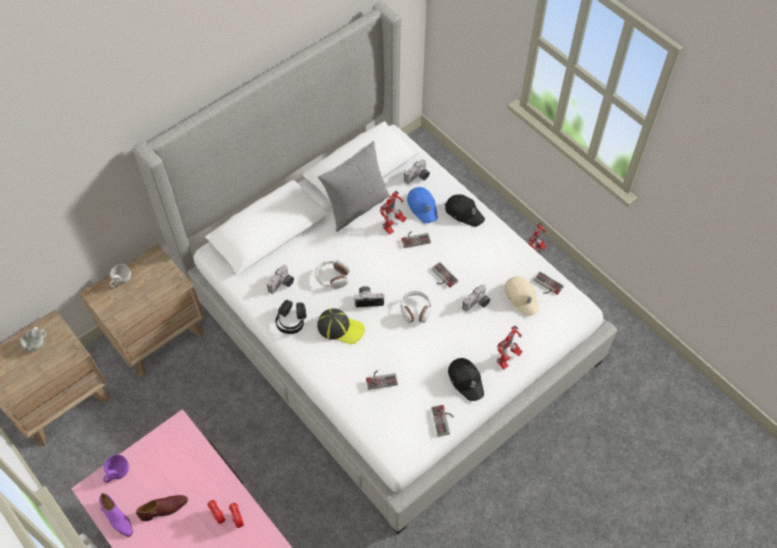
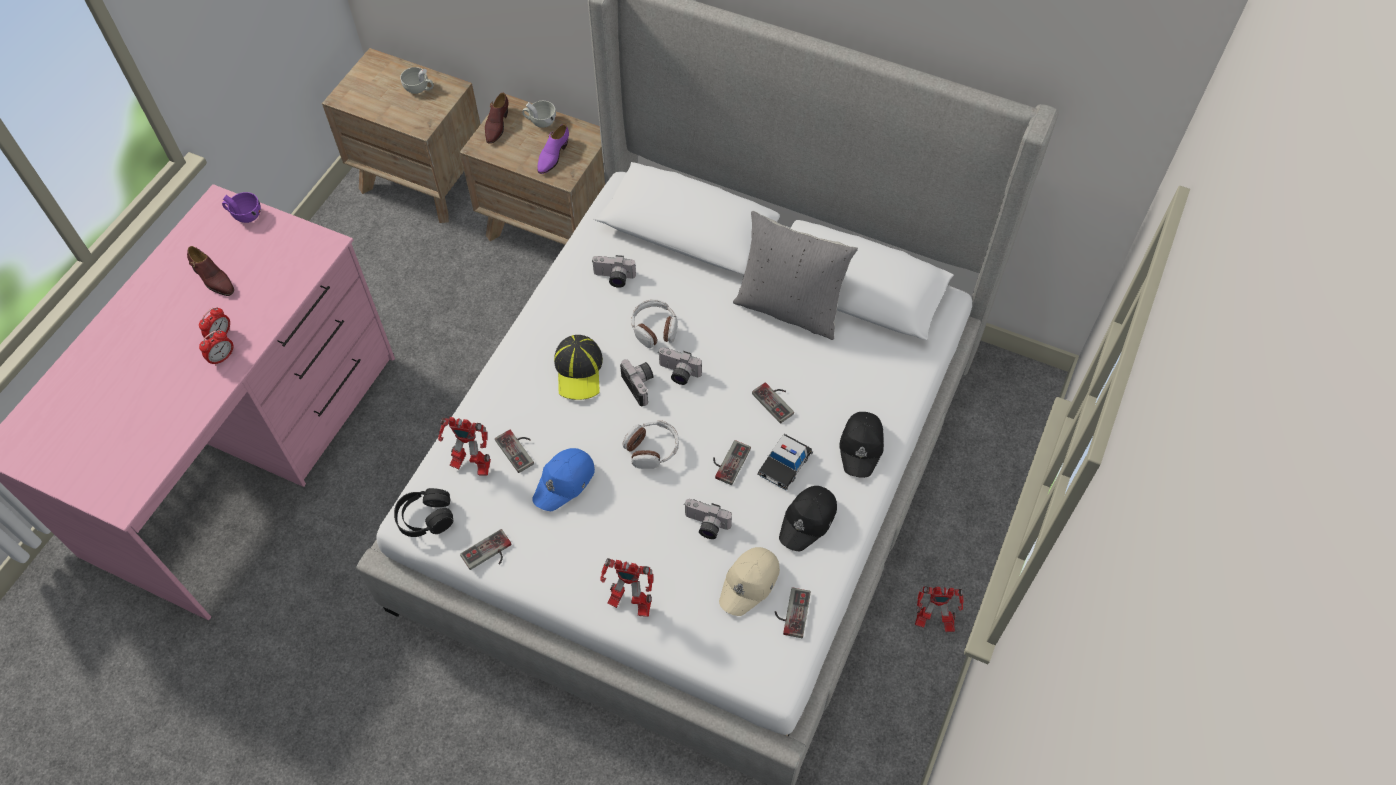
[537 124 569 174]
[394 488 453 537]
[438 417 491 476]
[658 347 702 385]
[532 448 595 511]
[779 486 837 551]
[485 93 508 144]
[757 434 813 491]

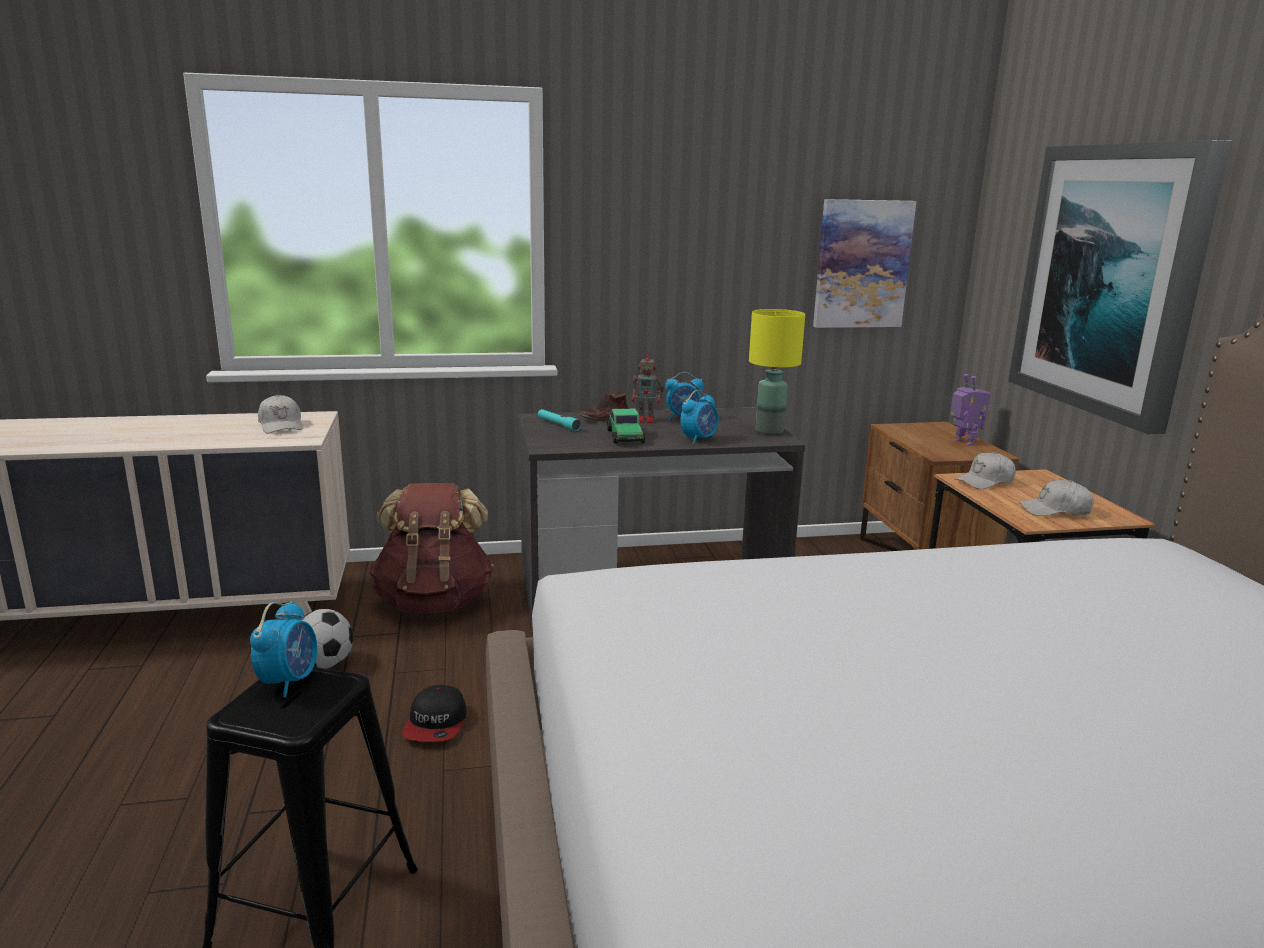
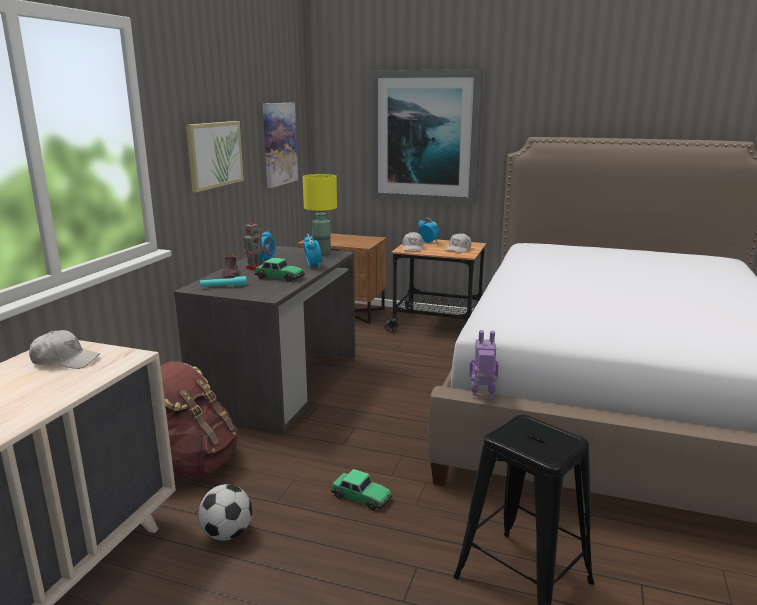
[418 218 439 243]
[331 469 392 511]
[469 330 499 400]
[186 121 244 192]

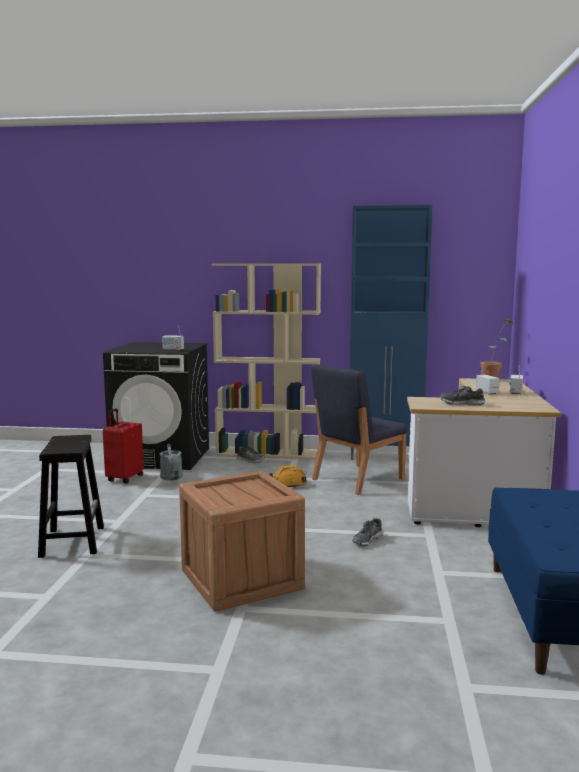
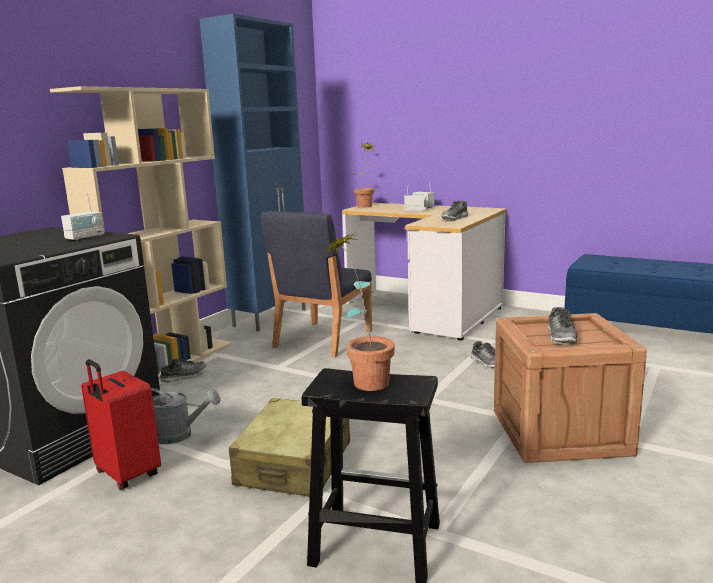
[269 465 307 488] (first image)
[261 211 372 357]
[229 398 350 497]
[323 232 395 391]
[547 307 578 345]

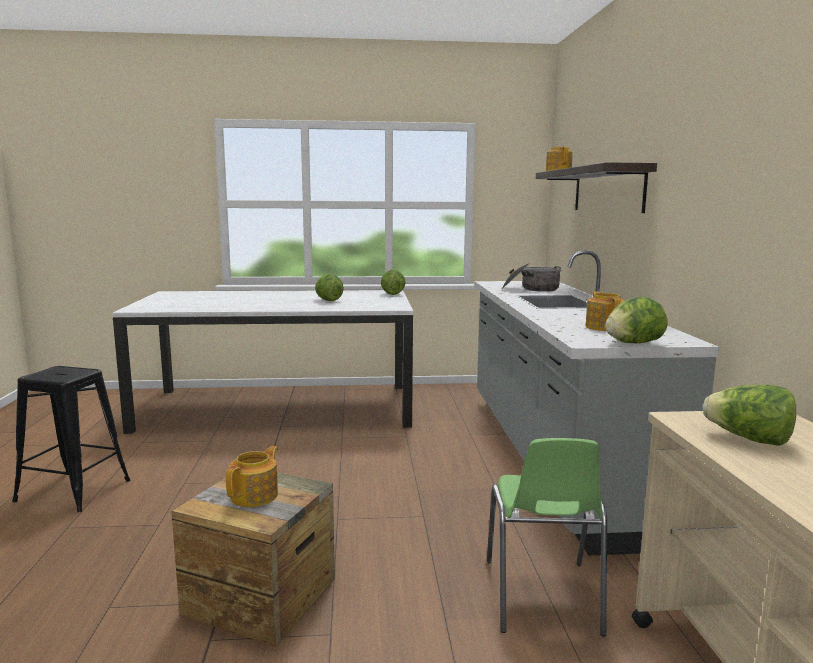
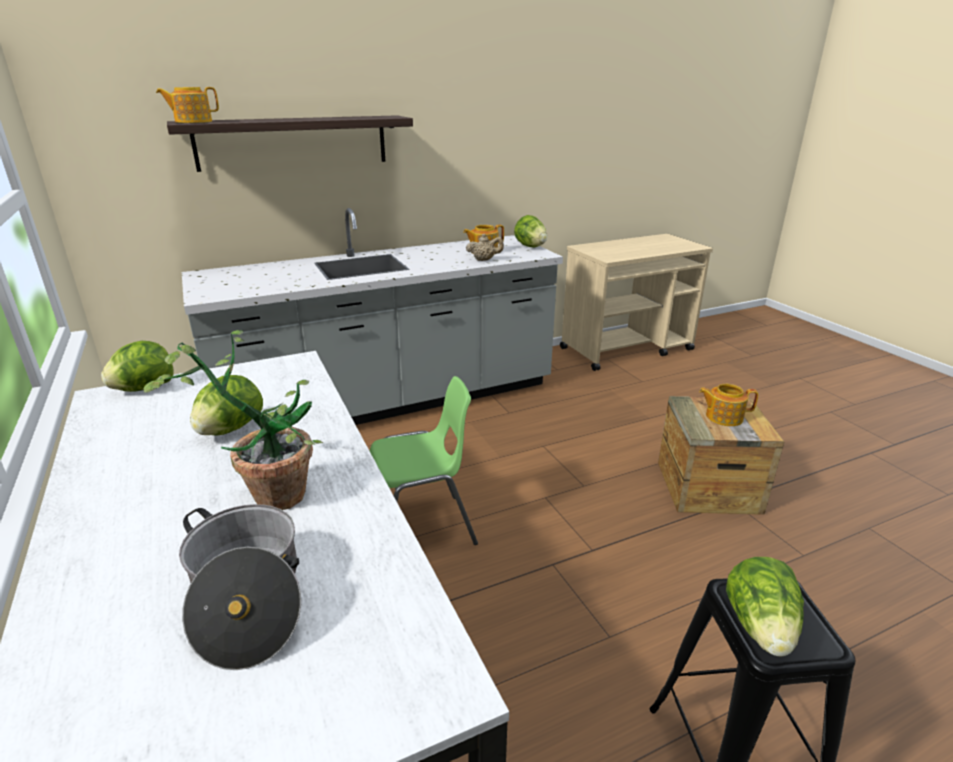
[370 376 478 545]
[179 504 301 670]
[726 557 804 656]
[143 330 323 510]
[466 234 504 261]

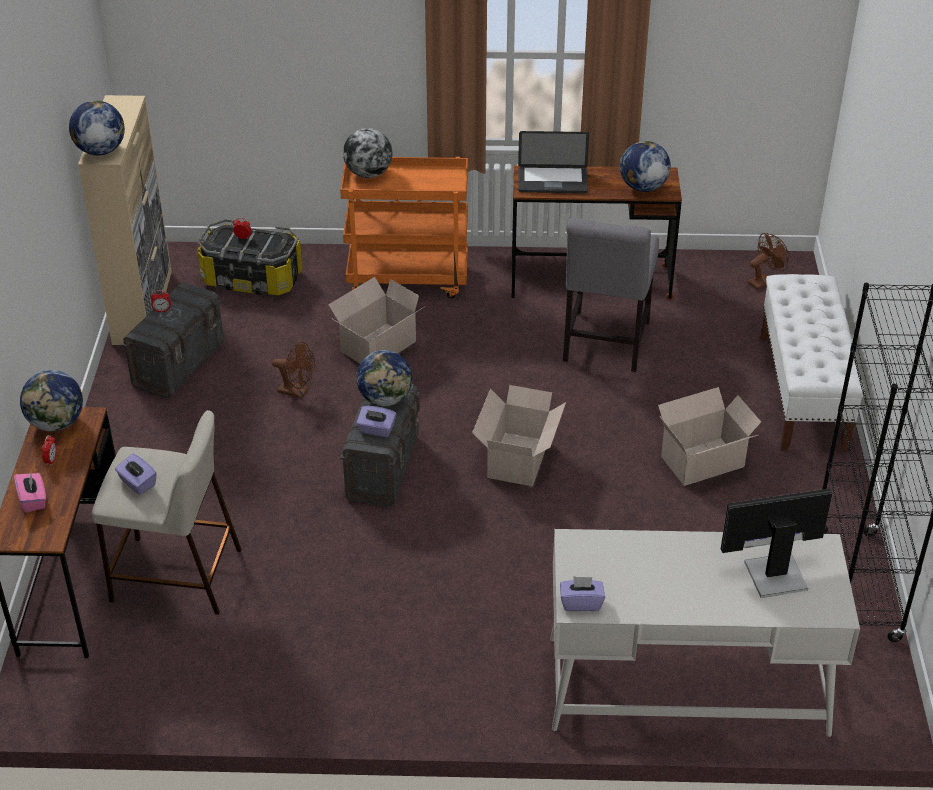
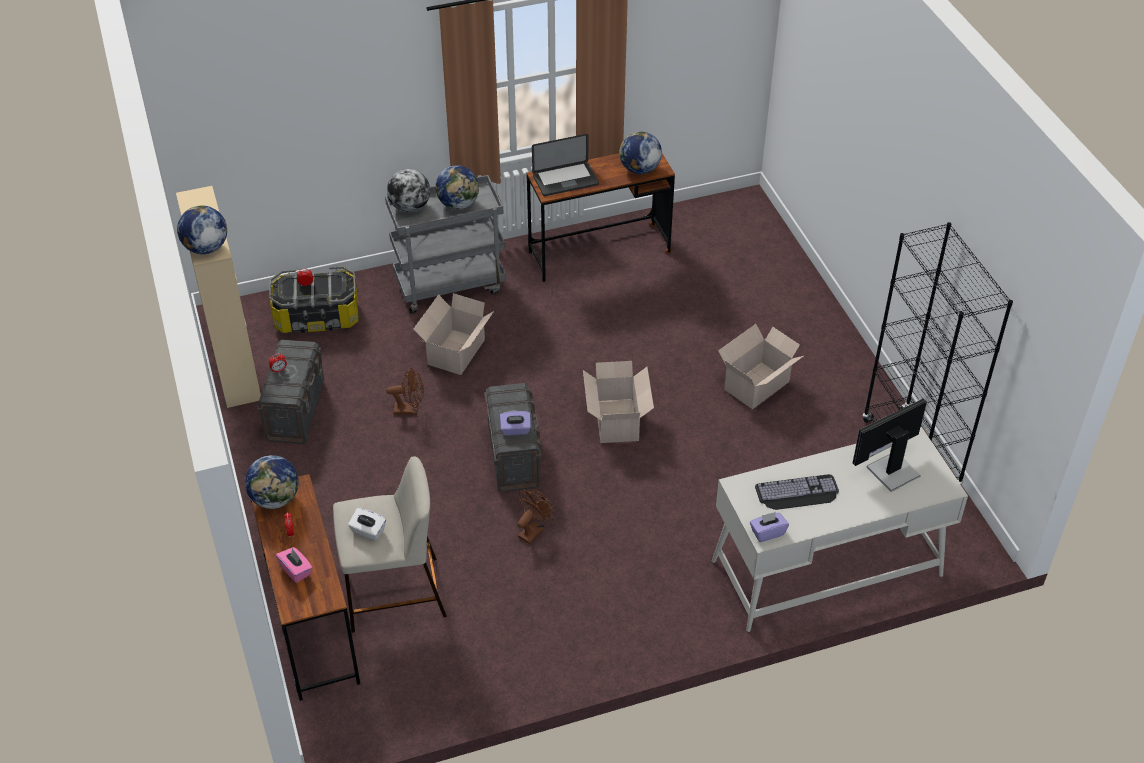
[348 508 386 541]
[385 175 506 314]
[436 165 479 209]
[563 218 659 372] (first image)
[518 490 555 544]
[760 274 865 452] (first image)
[755 474 839 510]

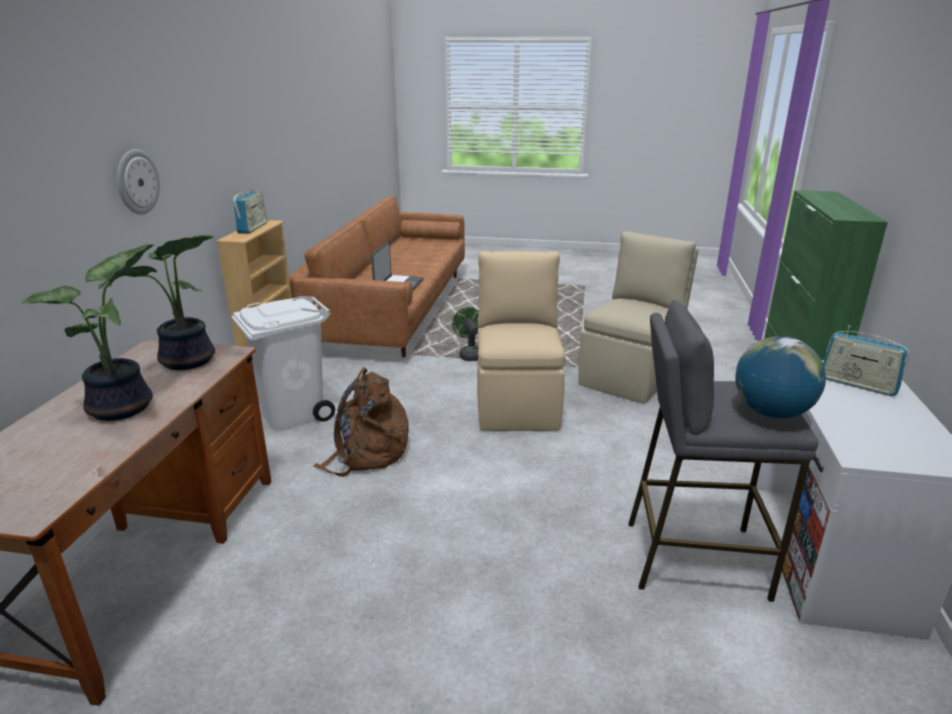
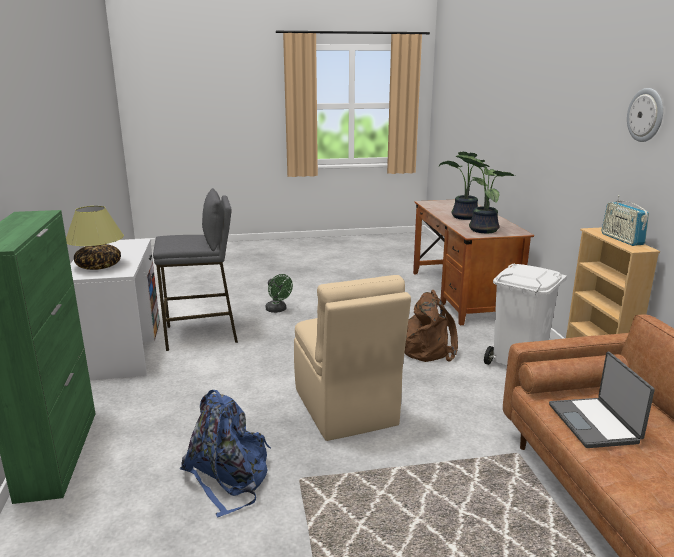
[627 88 663 142]
[266 274 293 313]
[180 390 271 517]
[735 336 826 418] (first image)
[66 206 124 270]

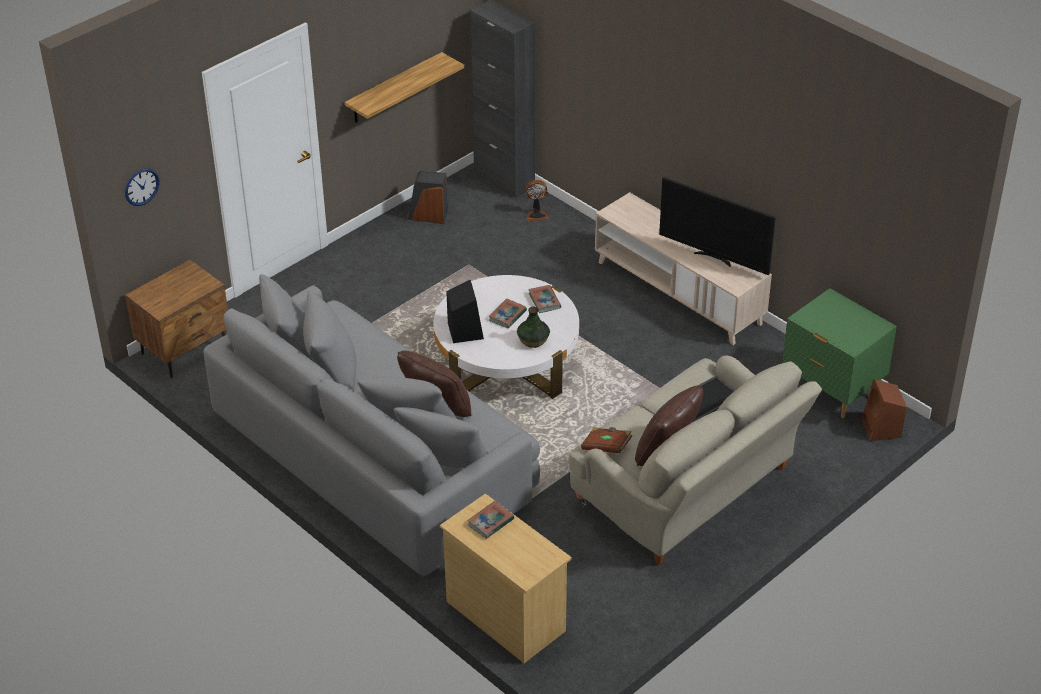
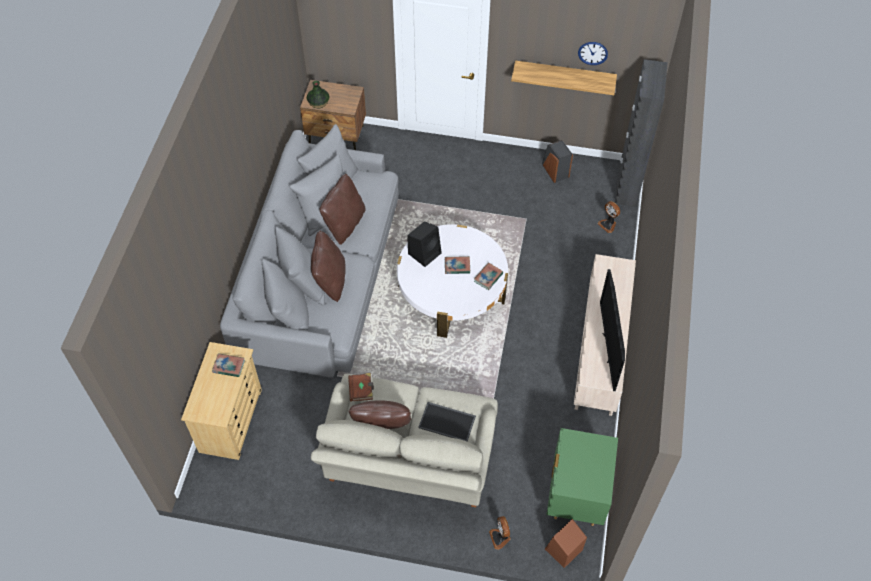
[578 42 608 65]
[307 81 330 109]
[320 174 366 245]
[489 516 511 550]

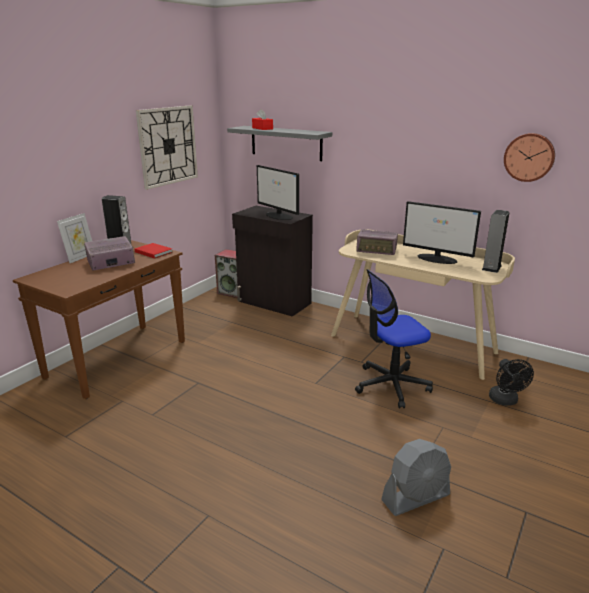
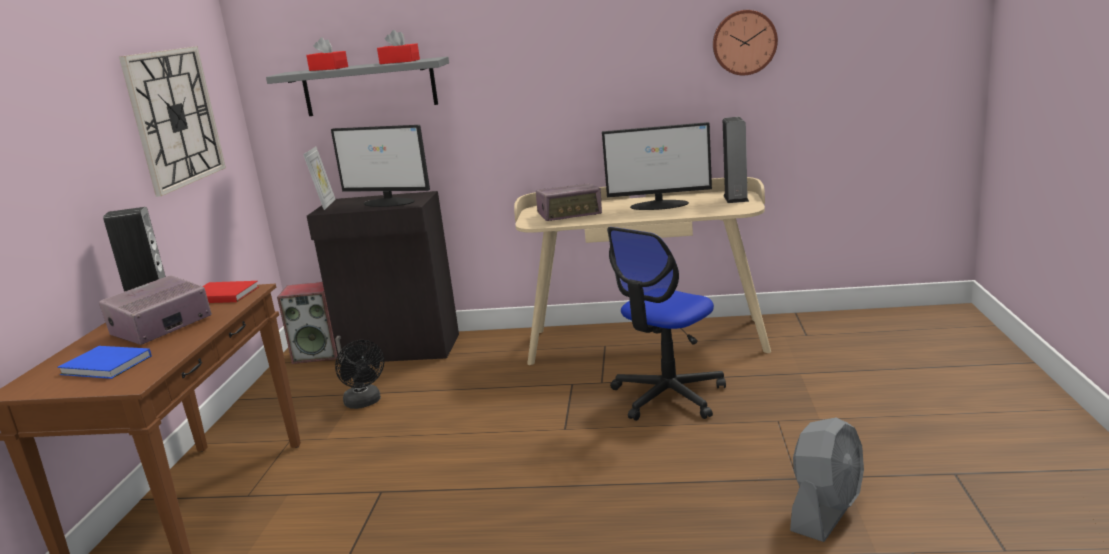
[303 146 335 210]
[335 340 384 409]
[57 346 152 379]
[377 30 420 64]

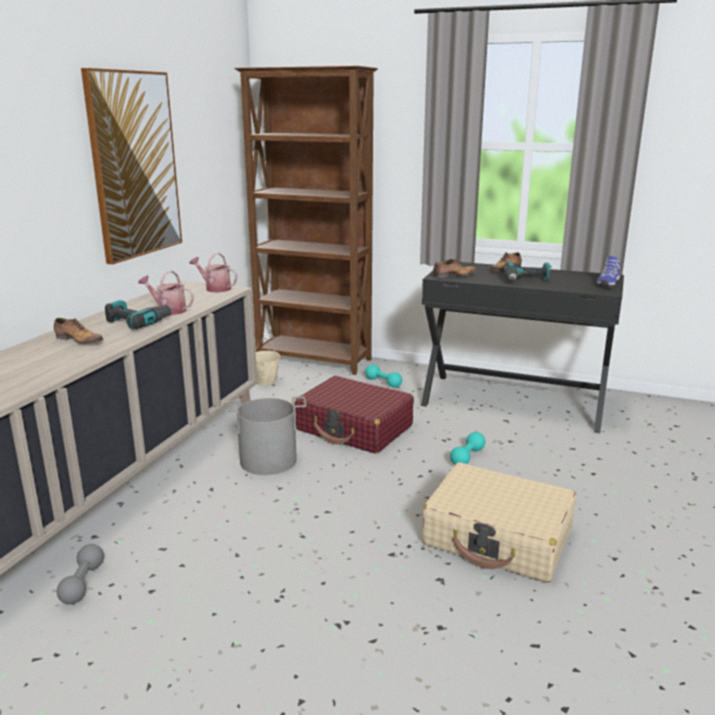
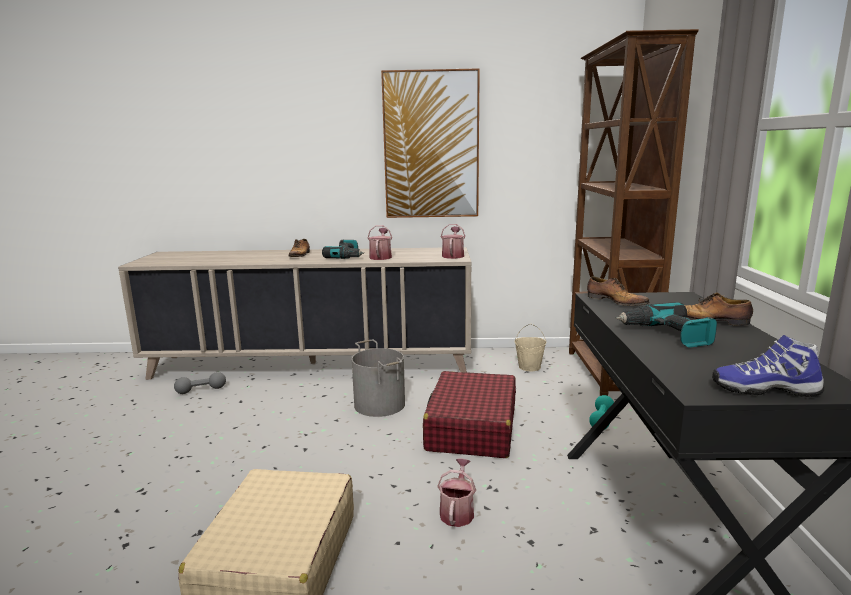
[437 458 476 527]

